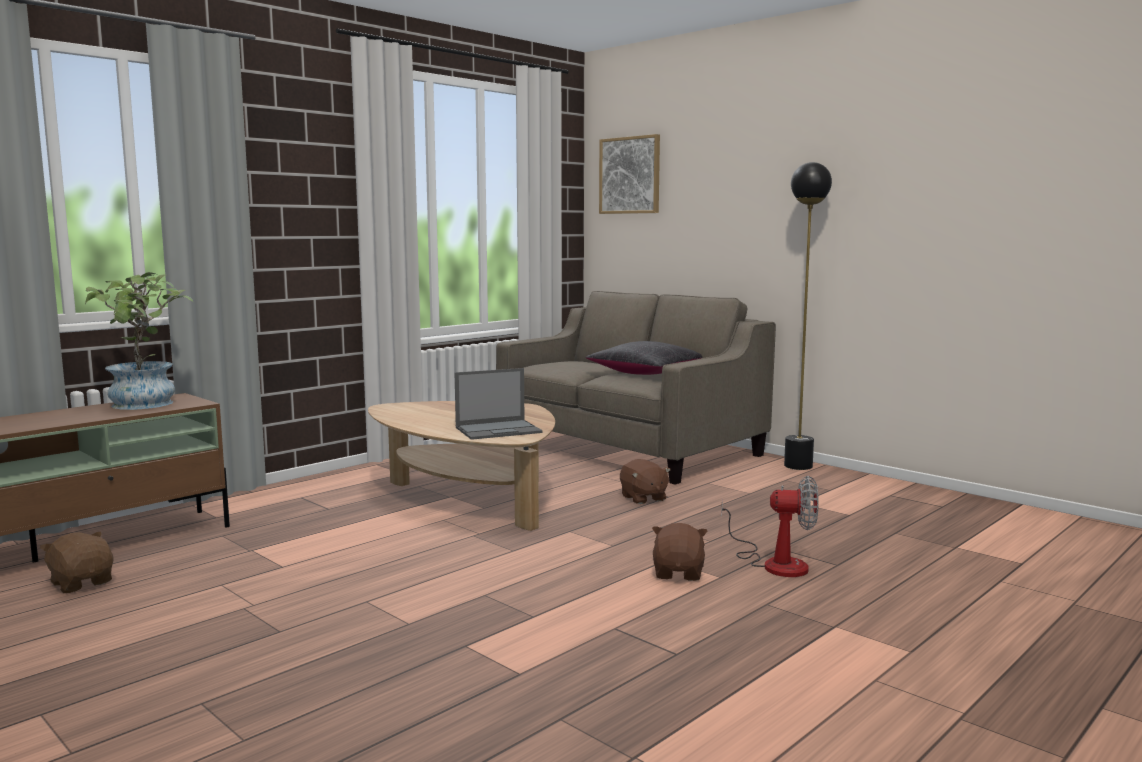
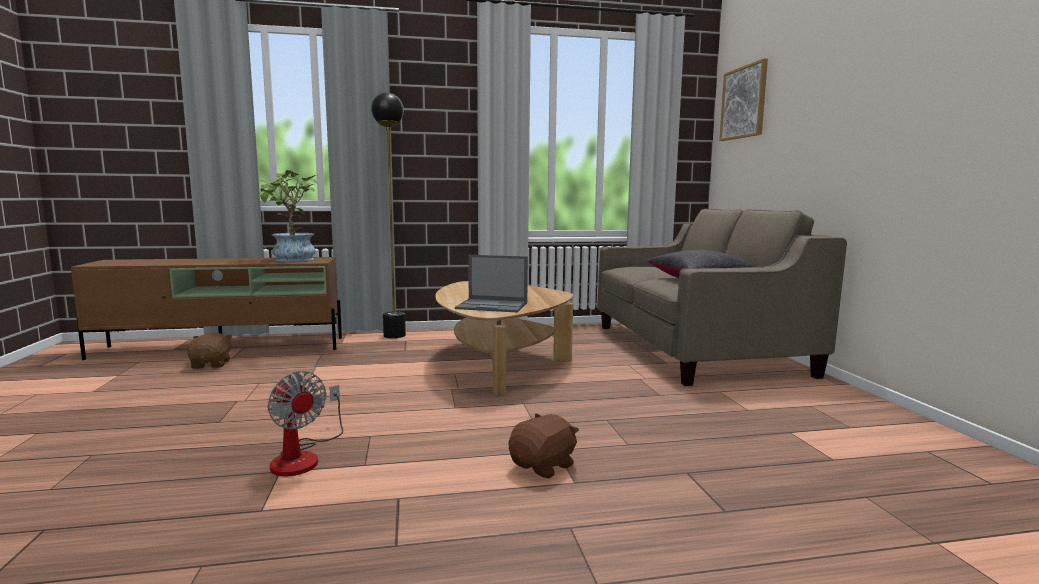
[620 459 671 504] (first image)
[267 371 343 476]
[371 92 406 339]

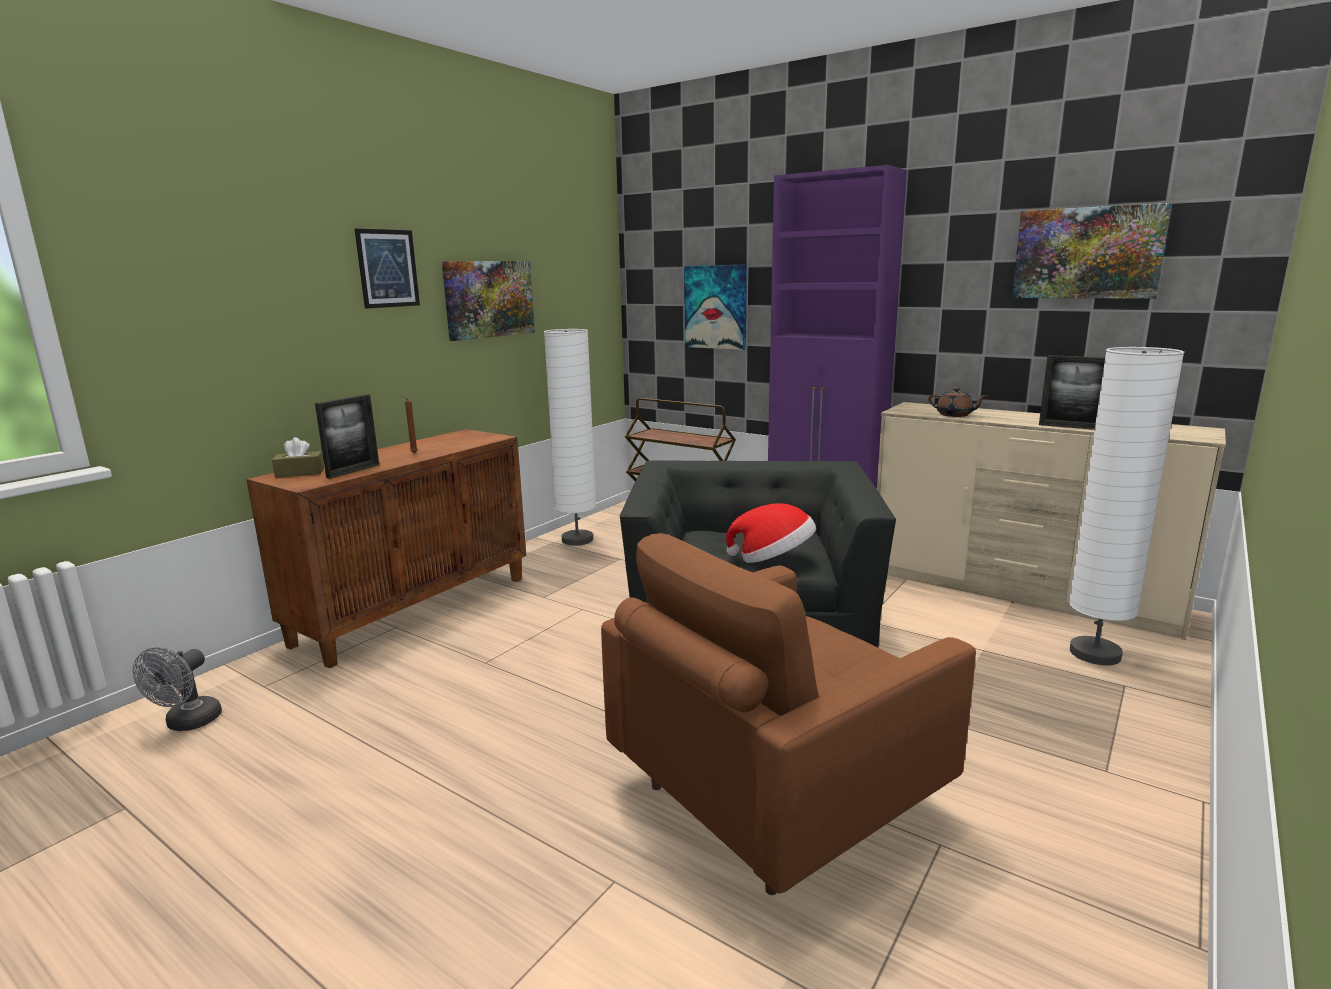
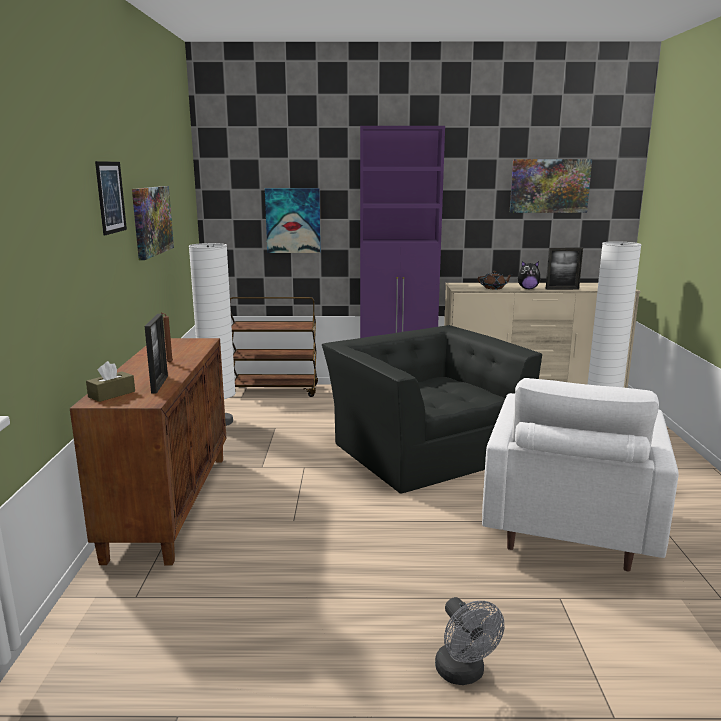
[435 597 504 685]
[482 378 679 571]
[726 503 816 563] (first image)
[518 261 541 289]

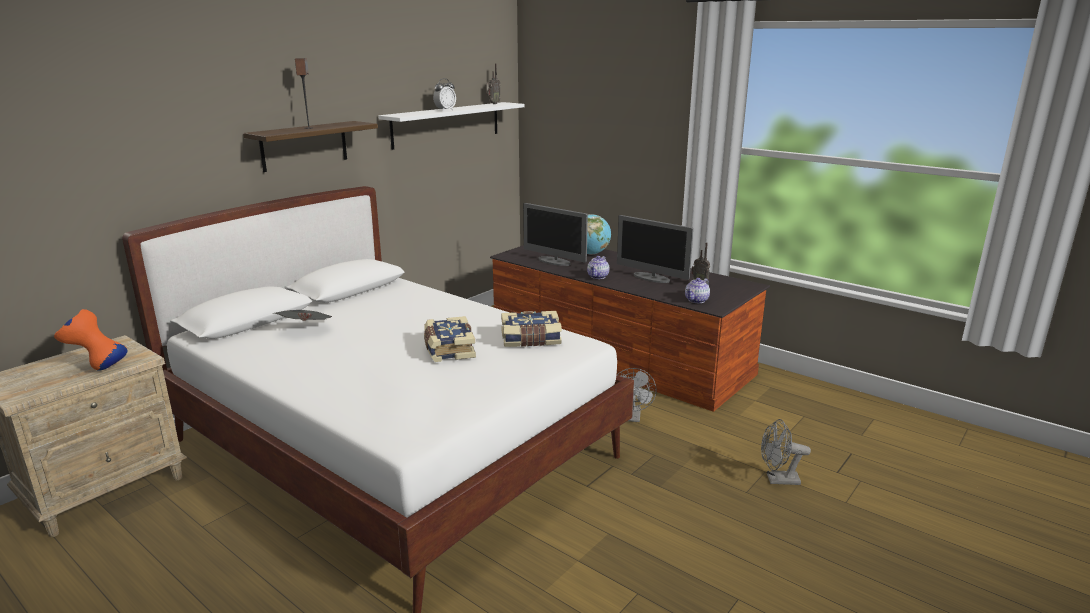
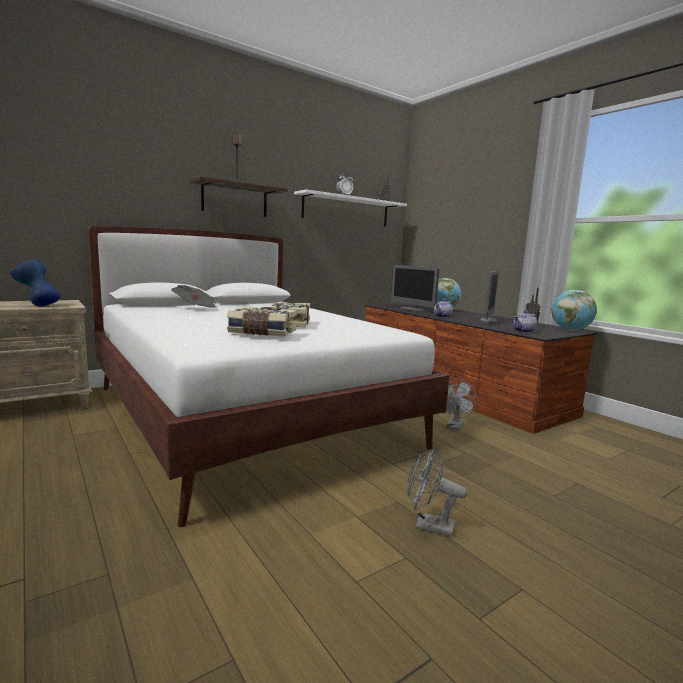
[11 259 61 306]
[227 306 297 336]
[480 271 499 323]
[407 448 467 537]
[551 290 597 331]

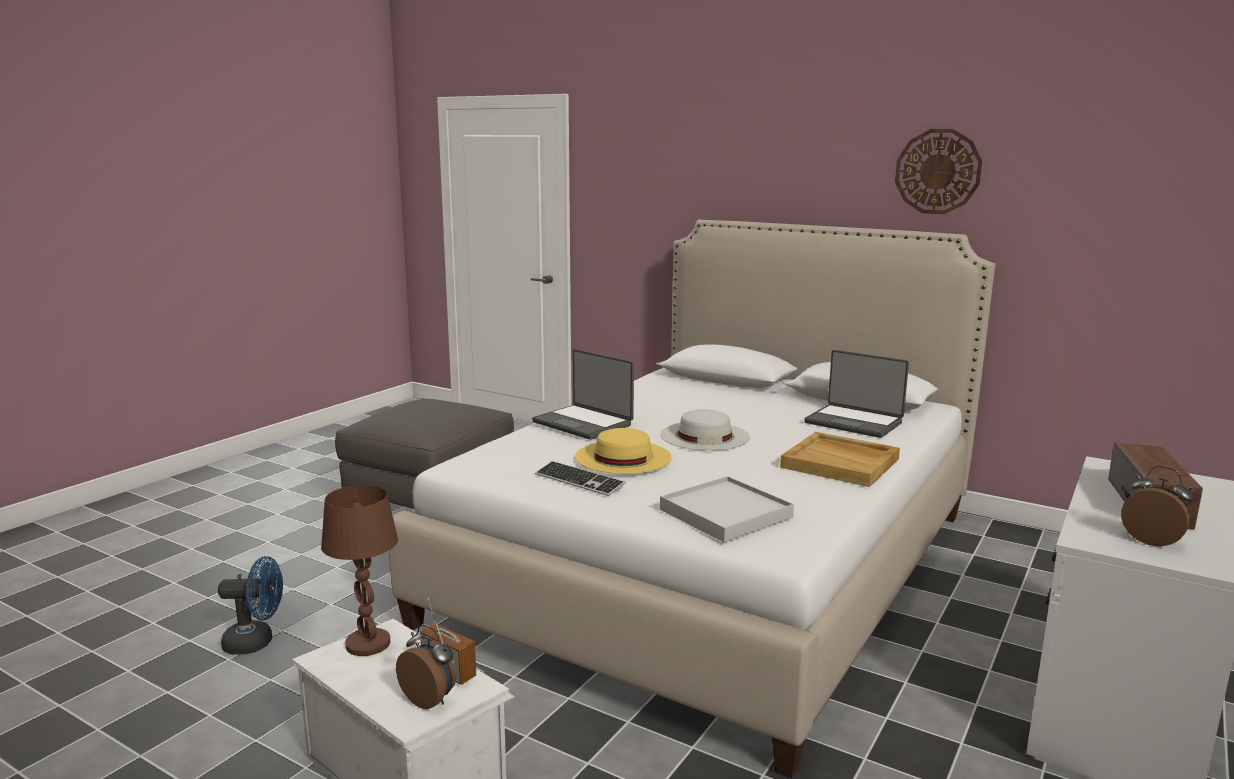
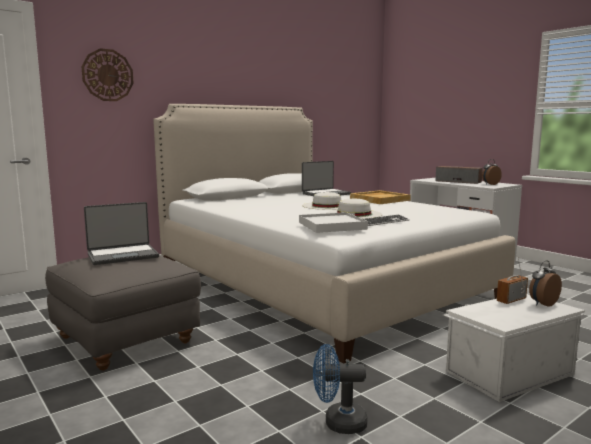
[313 344 368 434]
[321 485 398 656] (first image)
[84 202 159 265]
[327 198 382 219]
[299 212 368 233]
[81 48 134 101]

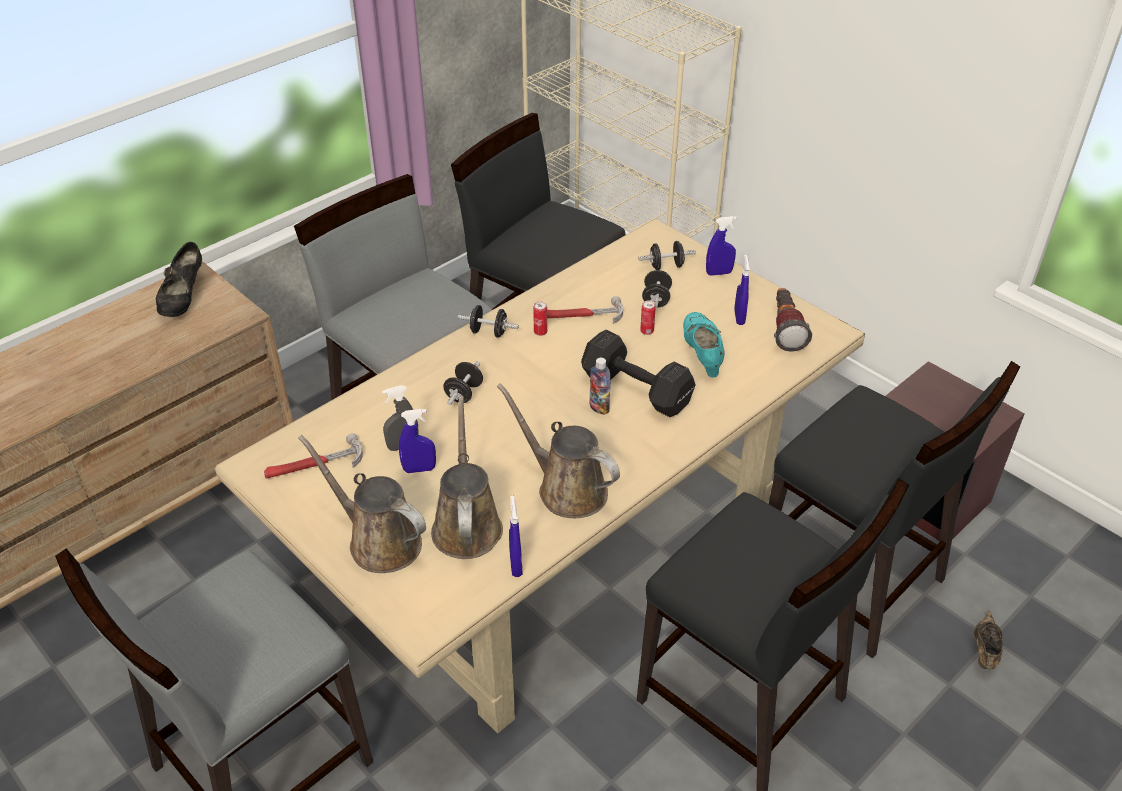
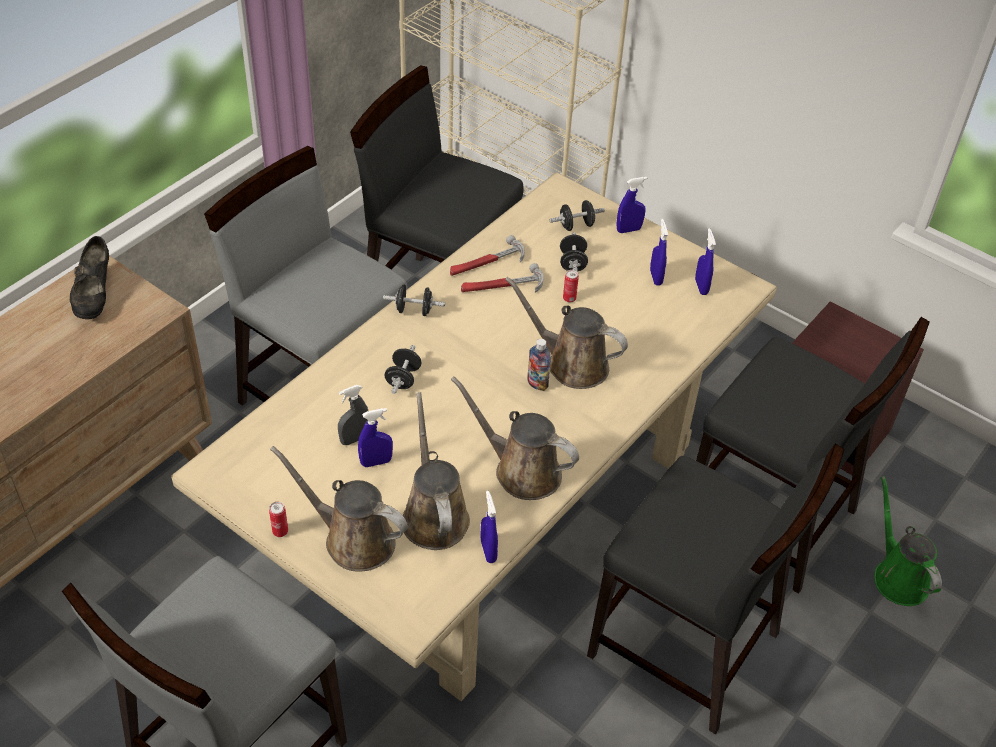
[450 235 525 276]
[269 502 288 537]
[505 277 628 389]
[683 312 725 378] (first image)
[695 228 716 295]
[874 476 942 606]

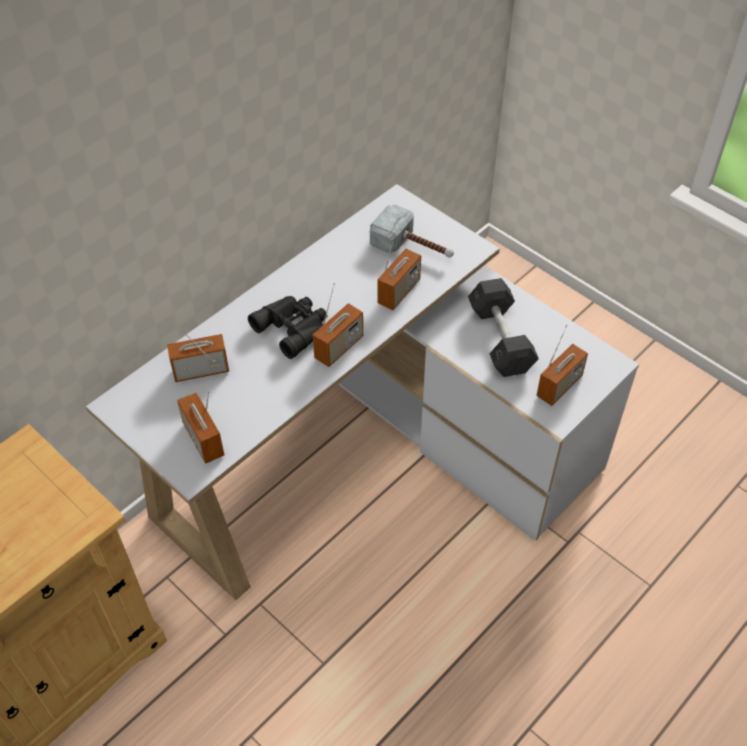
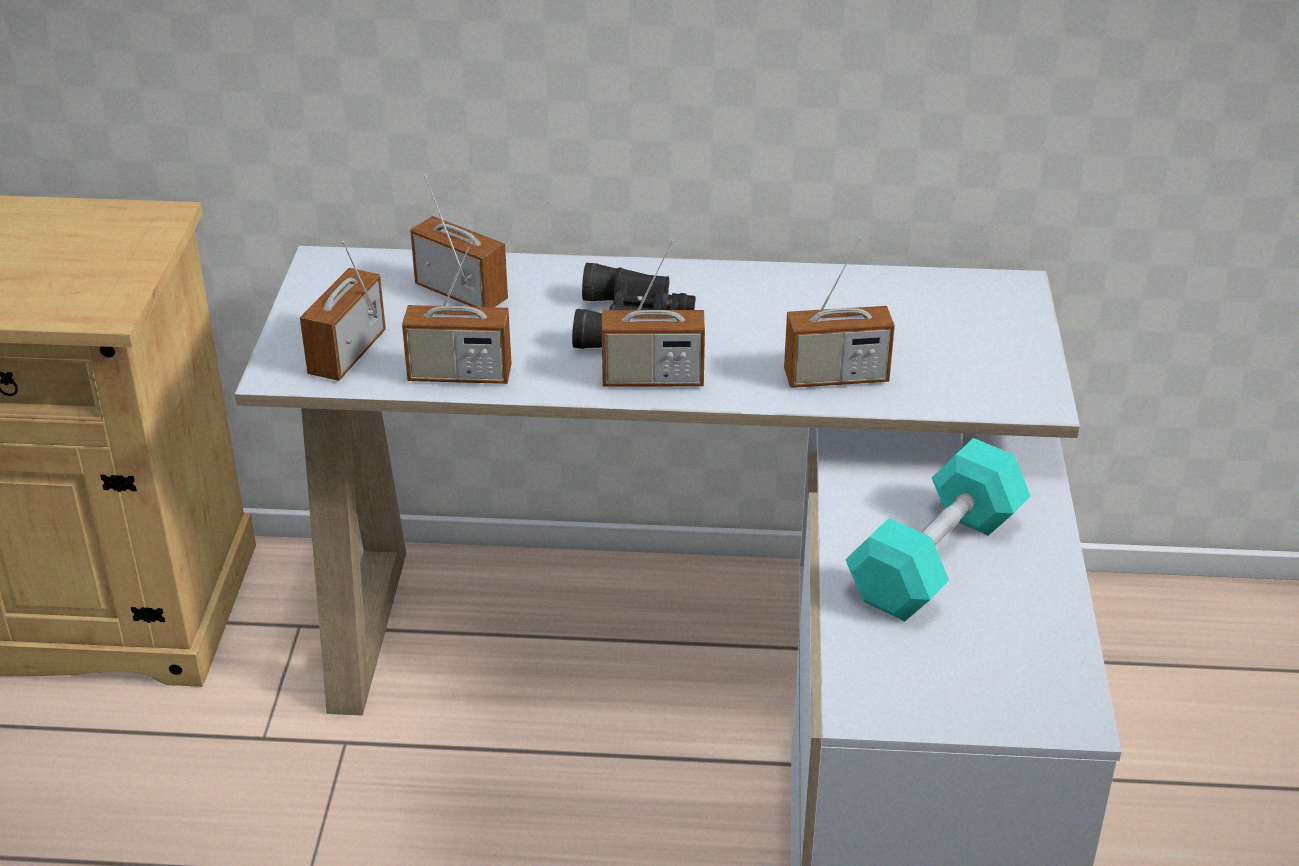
[370 204 454 258] (first image)
[845 438 1030 621]
[402 236 511 384]

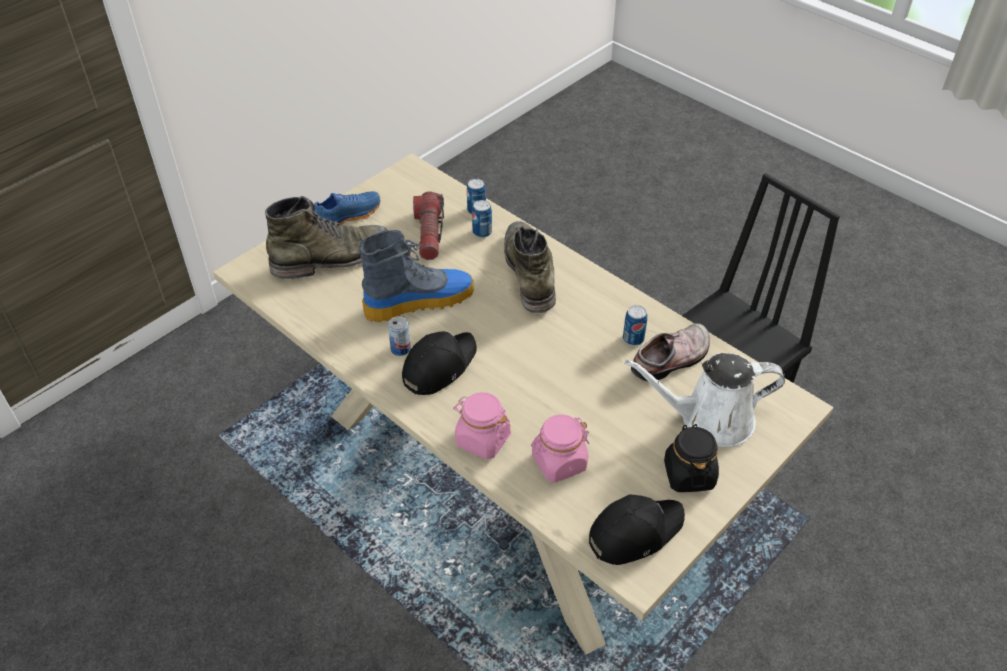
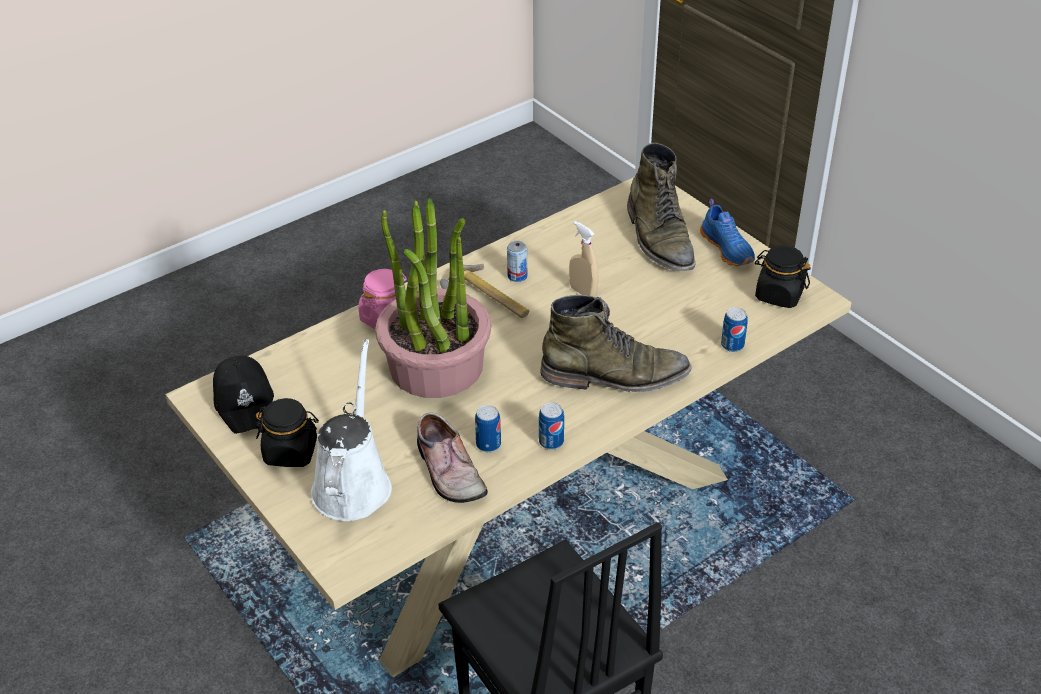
[569 221 598 297]
[440 264 529 318]
[413 191 444 260] (first image)
[539 402 564 450]
[531 414 589 482] (first image)
[375 198 491 398]
[755 245 811 308]

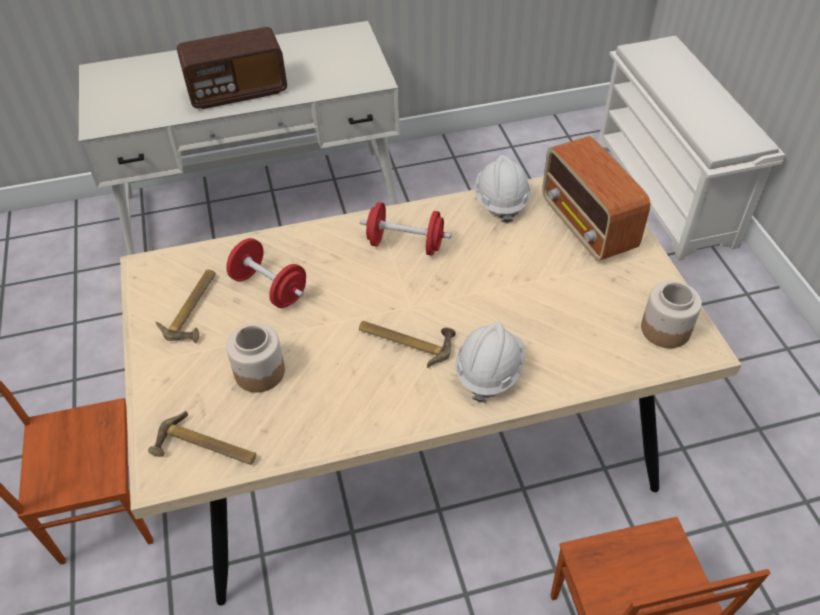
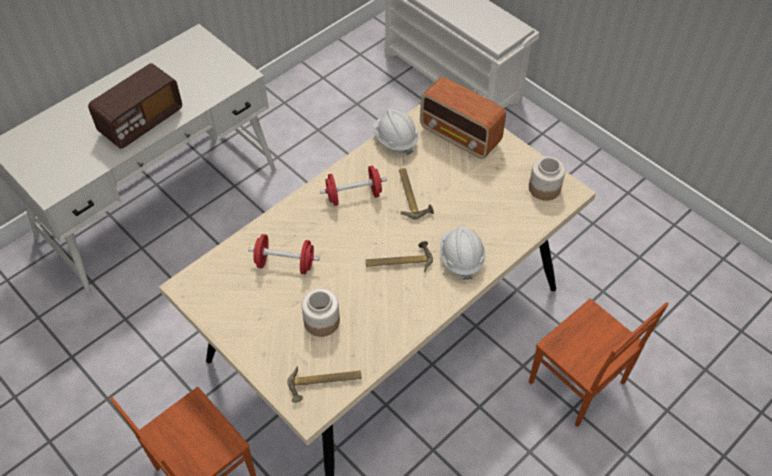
[399 168 434 220]

